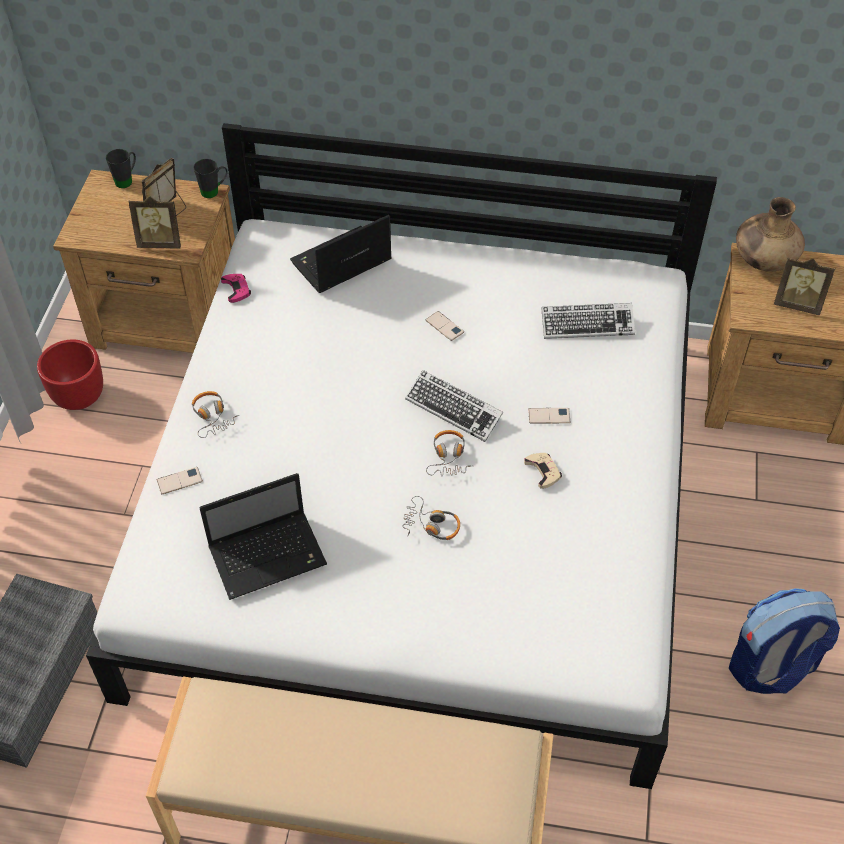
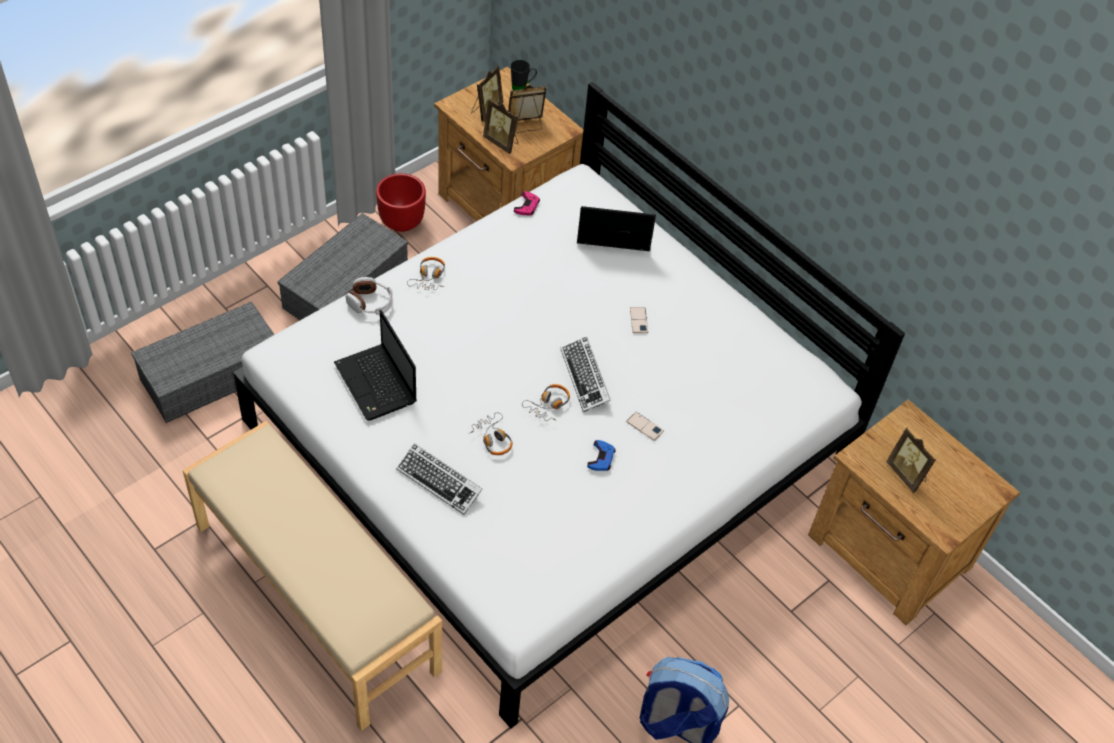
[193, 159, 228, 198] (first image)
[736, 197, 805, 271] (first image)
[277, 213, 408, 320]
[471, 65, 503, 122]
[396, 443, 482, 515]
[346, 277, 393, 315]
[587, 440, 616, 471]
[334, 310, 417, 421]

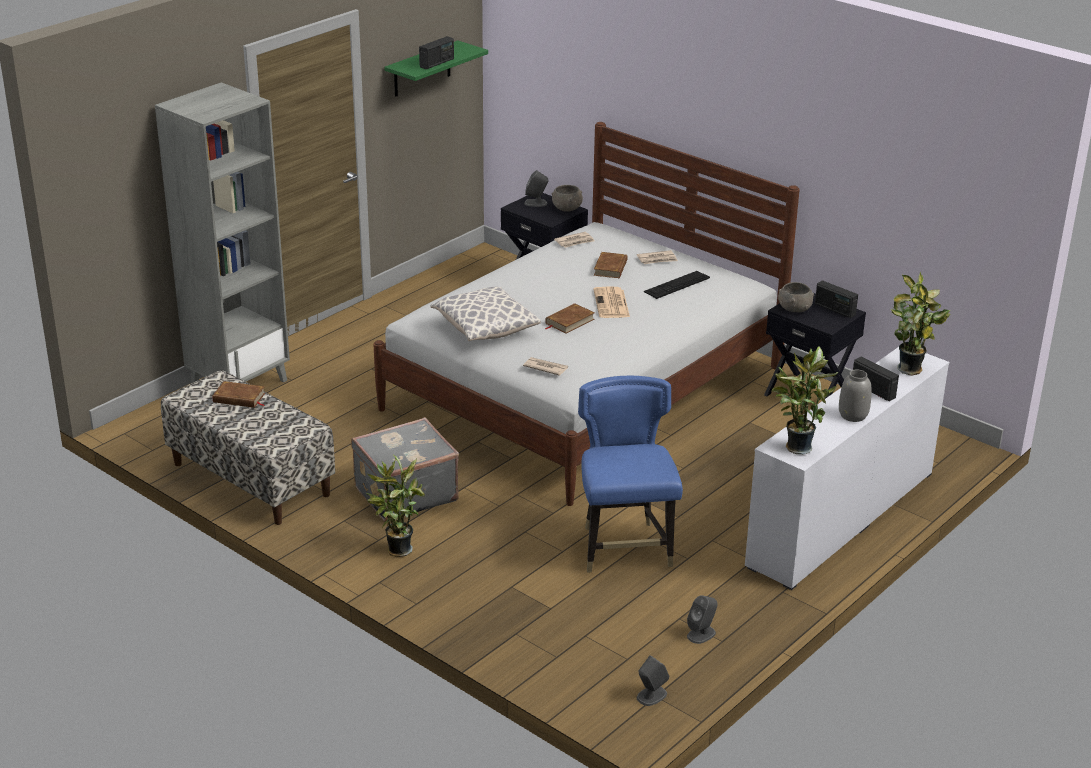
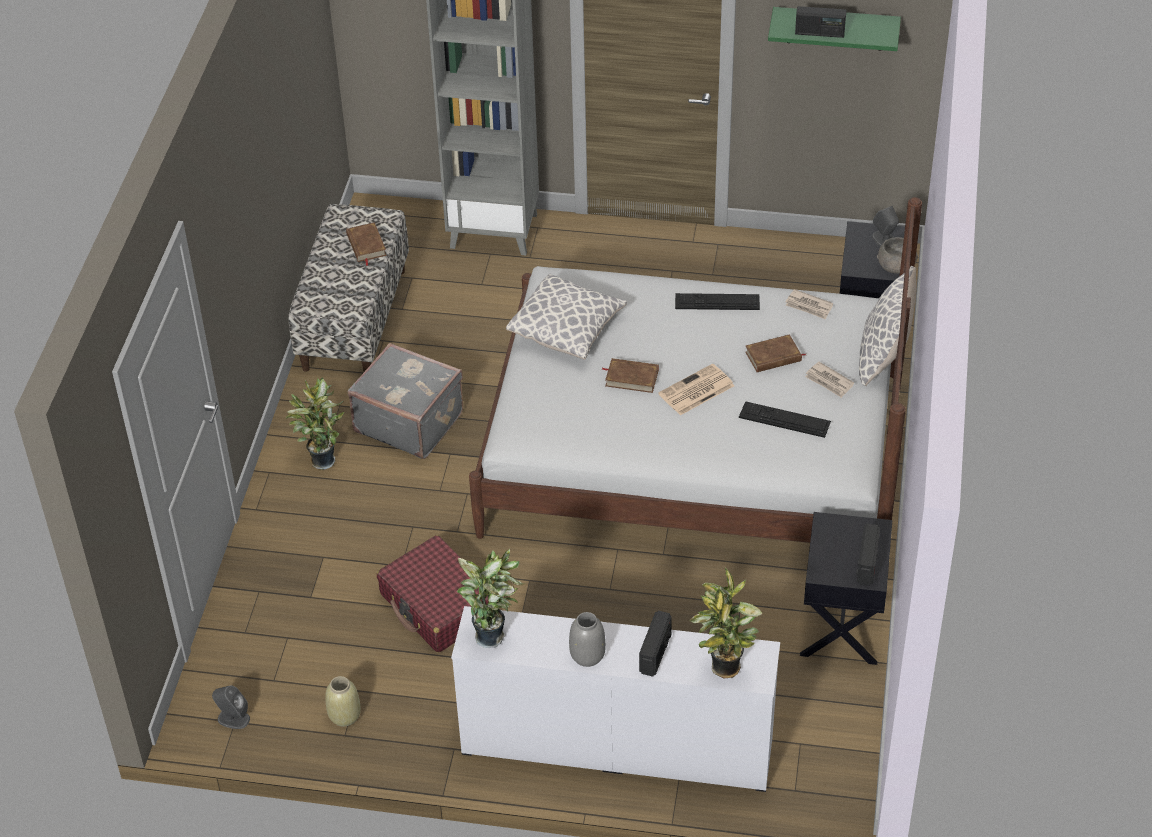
[523, 357, 568, 376] (first image)
[778, 282, 814, 312] (first image)
[675, 293, 760, 310]
[859, 266, 916, 386]
[377, 535, 498, 653]
[325, 676, 361, 727]

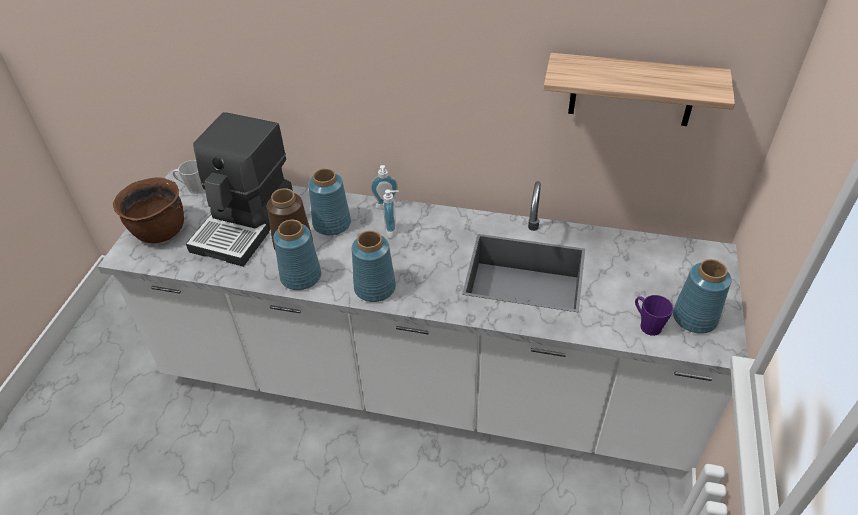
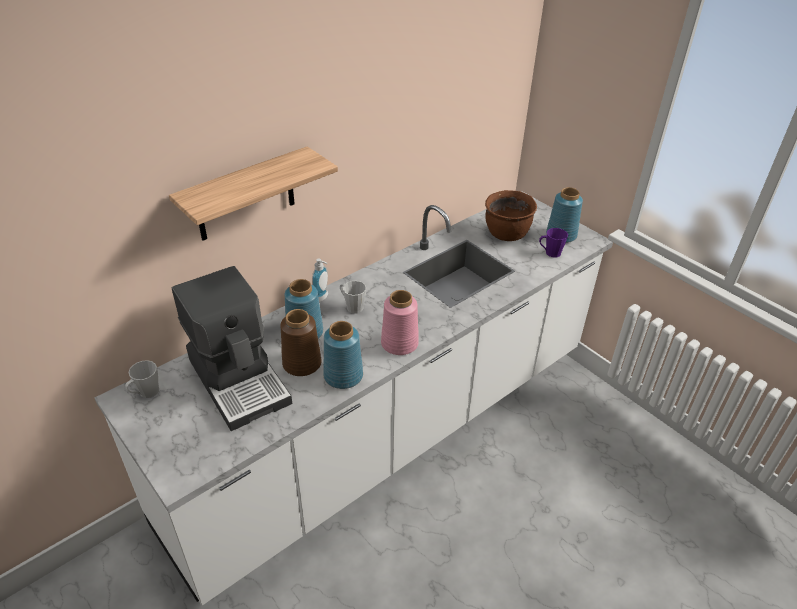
[485, 190, 537, 241]
[169, 147, 338, 240]
[340, 281, 366, 314]
[381, 290, 419, 355]

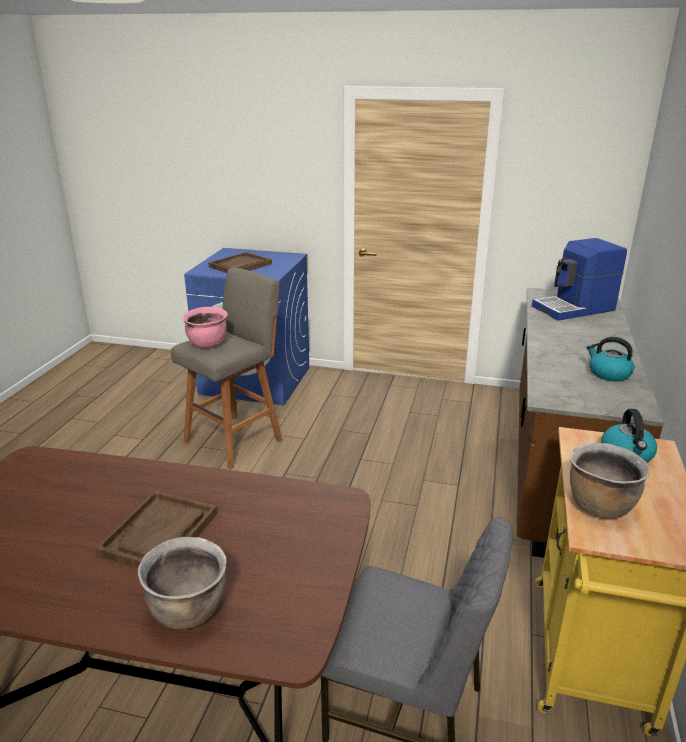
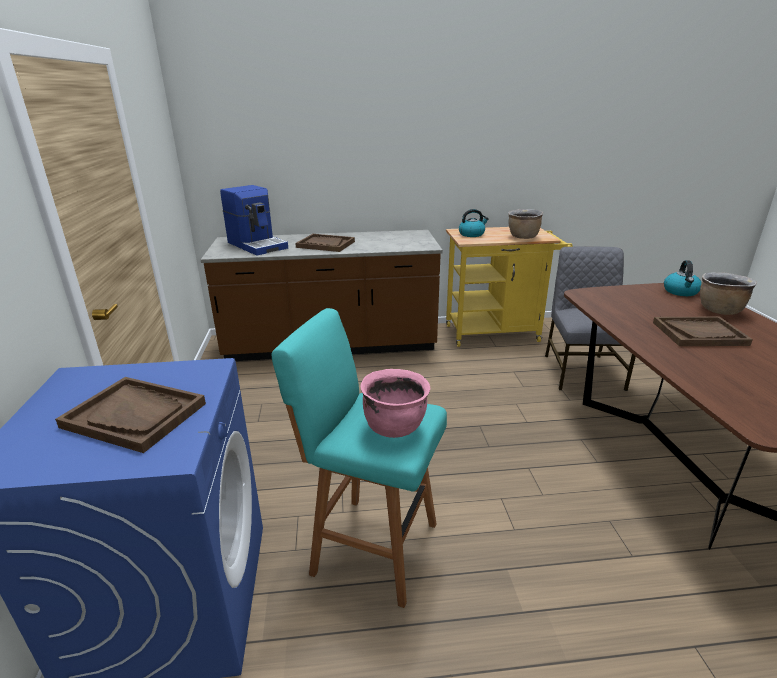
[295, 234, 355, 252]
[664, 260, 702, 296]
[271, 308, 447, 608]

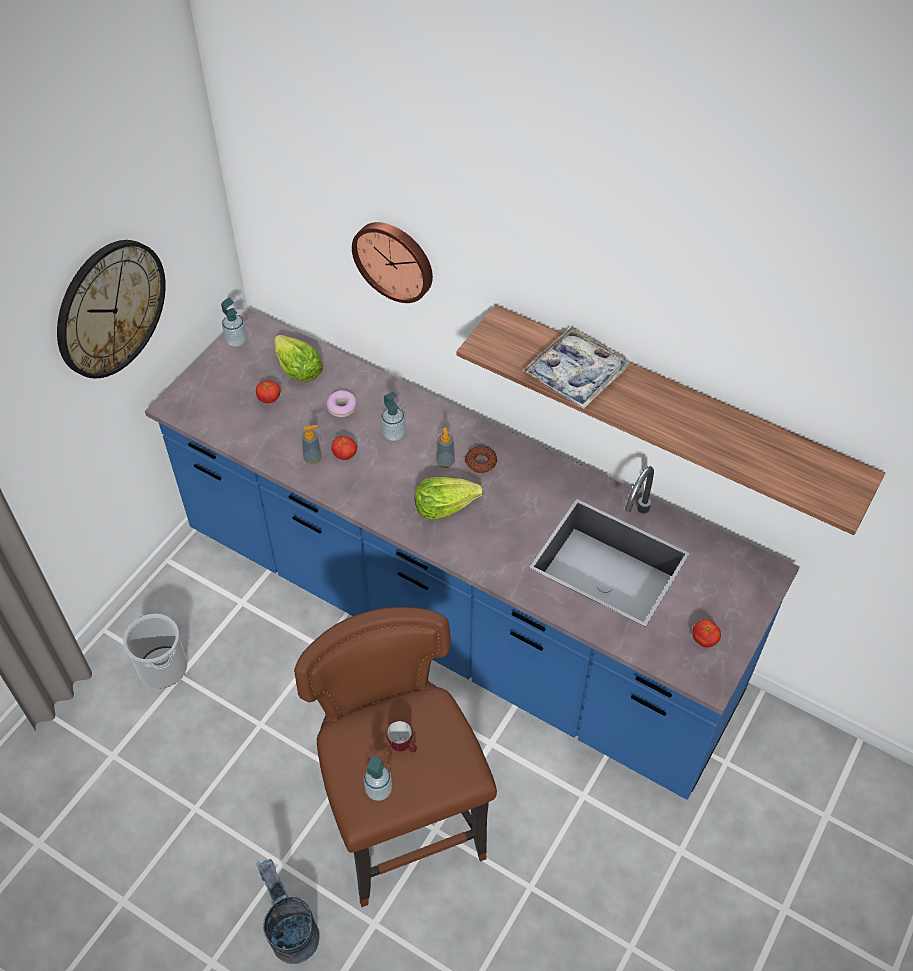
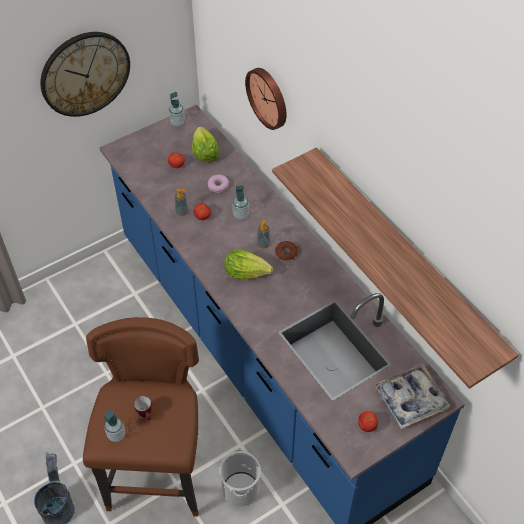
[219, 449, 261, 507]
[374, 364, 450, 429]

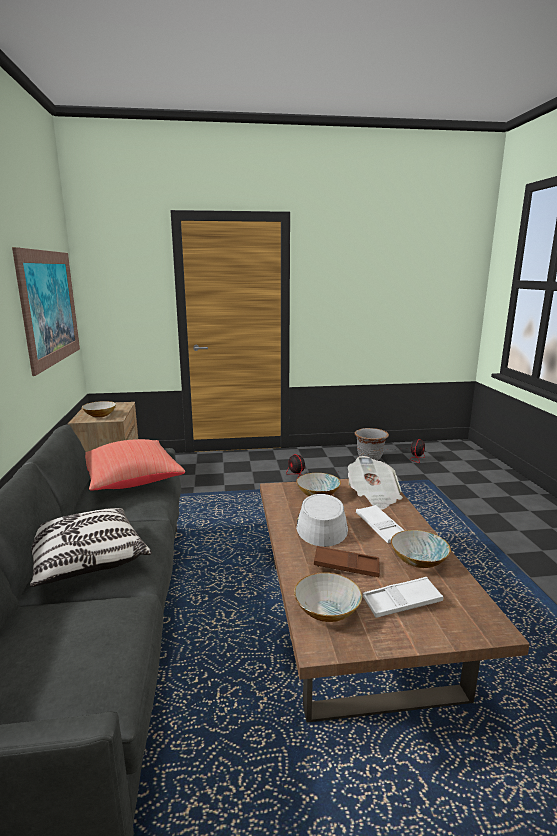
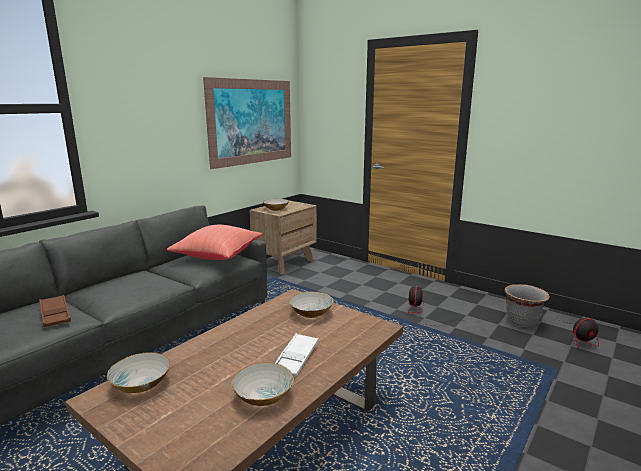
[30, 508, 152, 587] (first image)
[296, 494, 348, 547] (first image)
[348, 456, 403, 510] (first image)
[363, 577, 443, 618] (first image)
[39, 295, 71, 327]

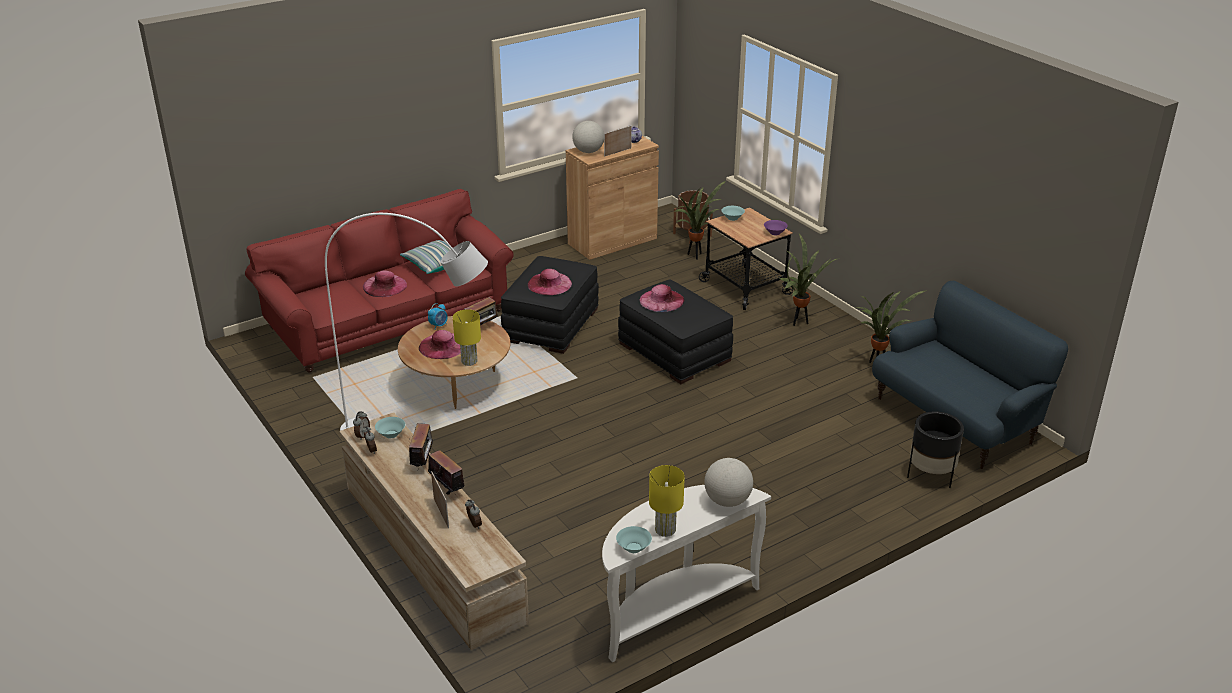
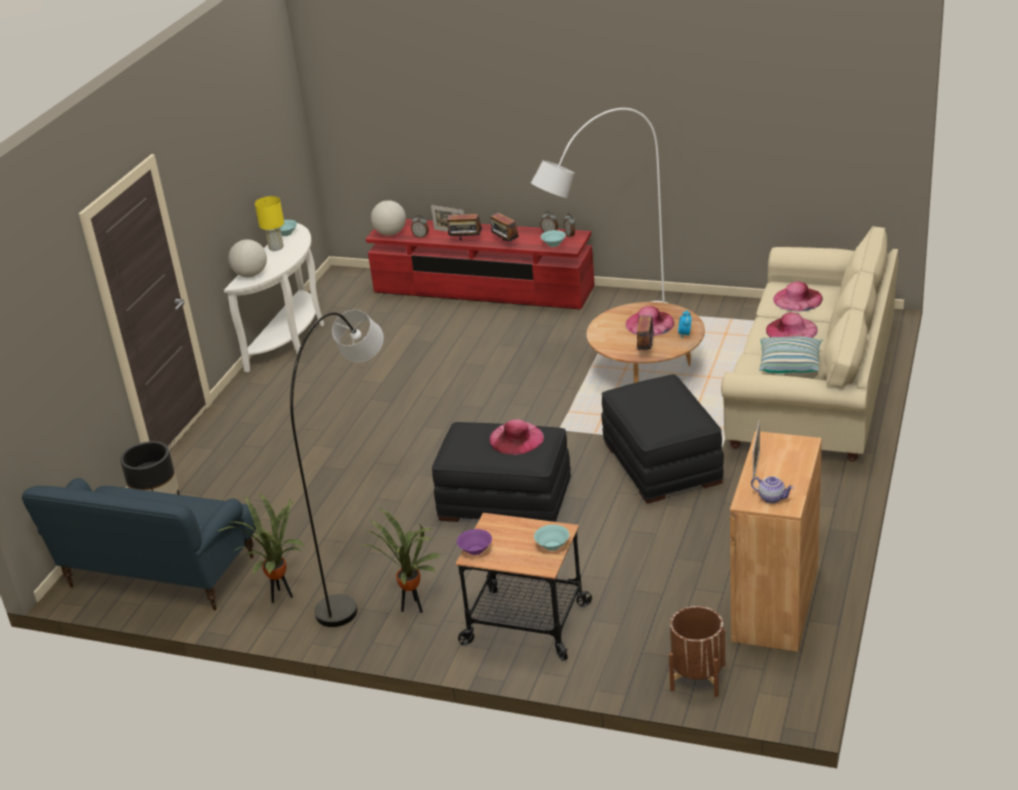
[453, 309, 481, 366] (first image)
[674, 181, 726, 260] (first image)
[290, 310, 384, 627]
[773, 281, 823, 311]
[371, 200, 406, 236]
[721, 226, 898, 462]
[366, 219, 595, 309]

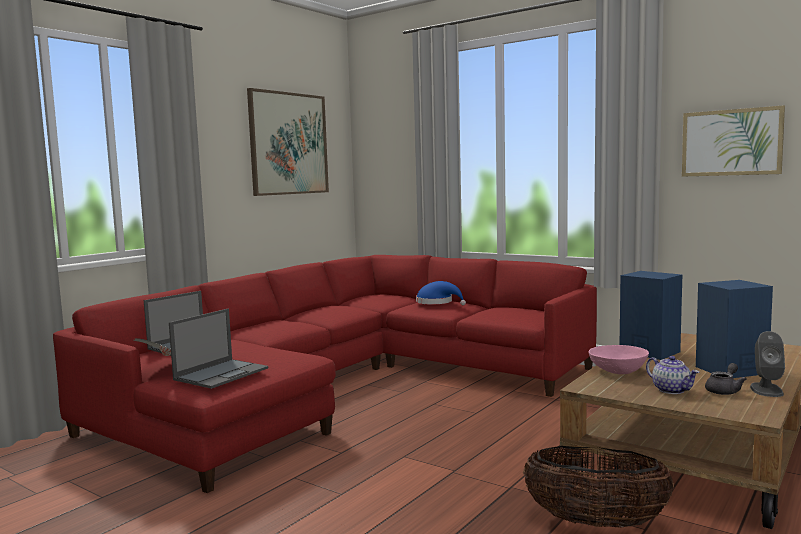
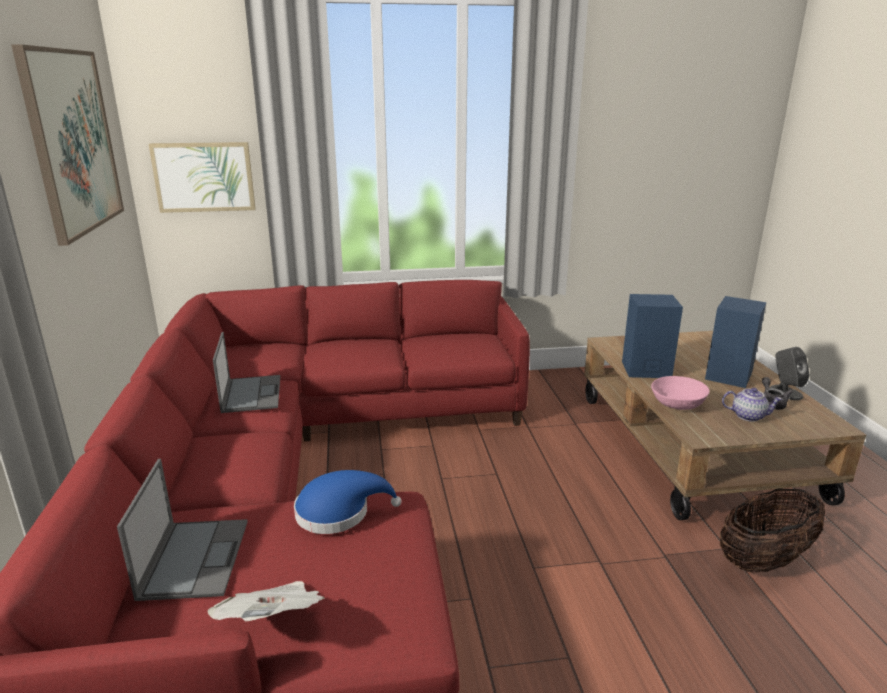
[213, 332, 280, 413]
[294, 470, 402, 534]
[149, 142, 256, 213]

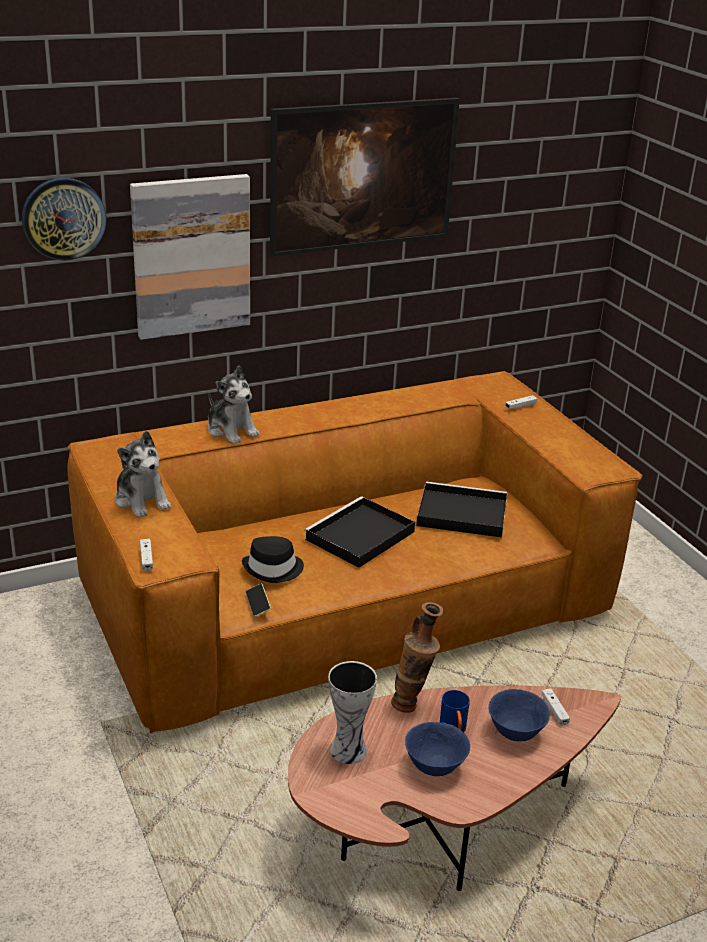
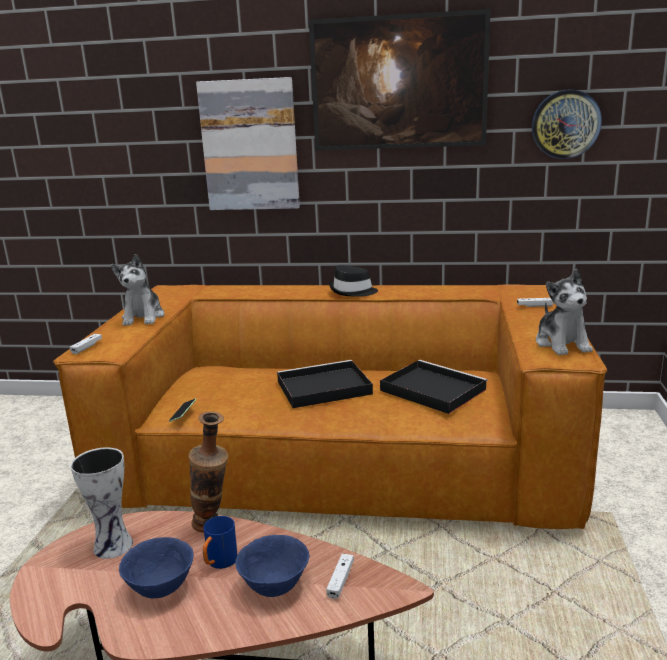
[532, 89, 602, 159]
[536, 269, 593, 355]
[329, 265, 378, 296]

